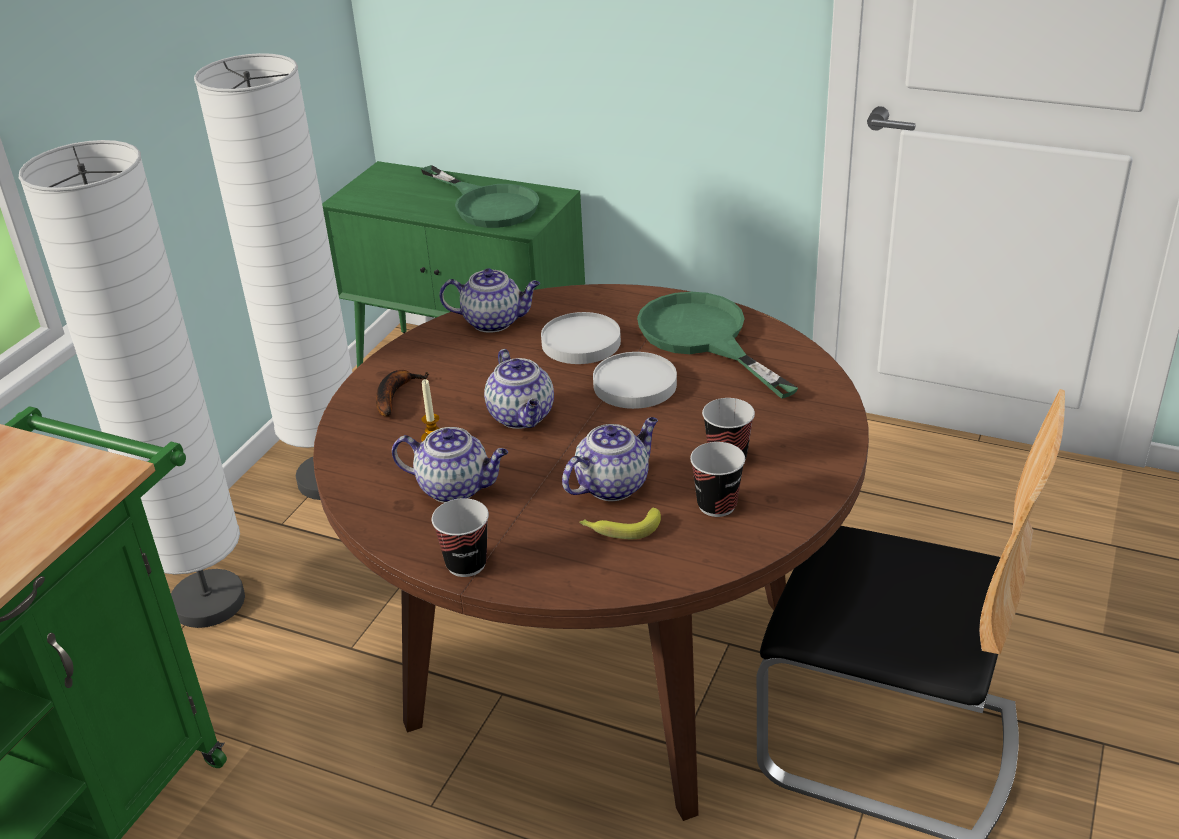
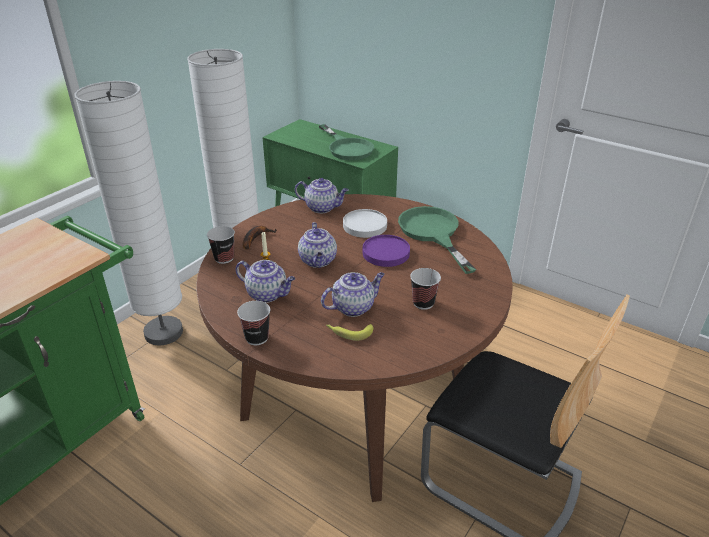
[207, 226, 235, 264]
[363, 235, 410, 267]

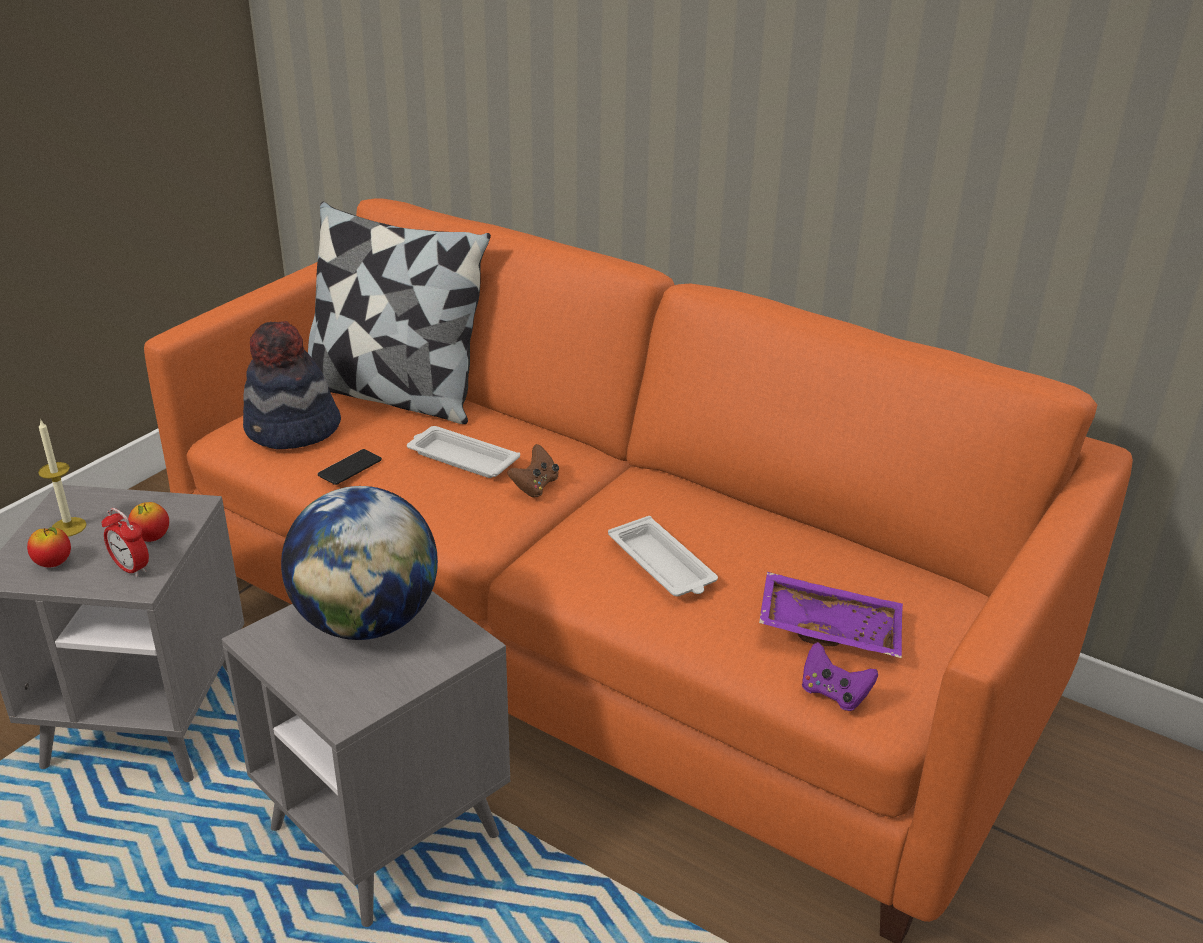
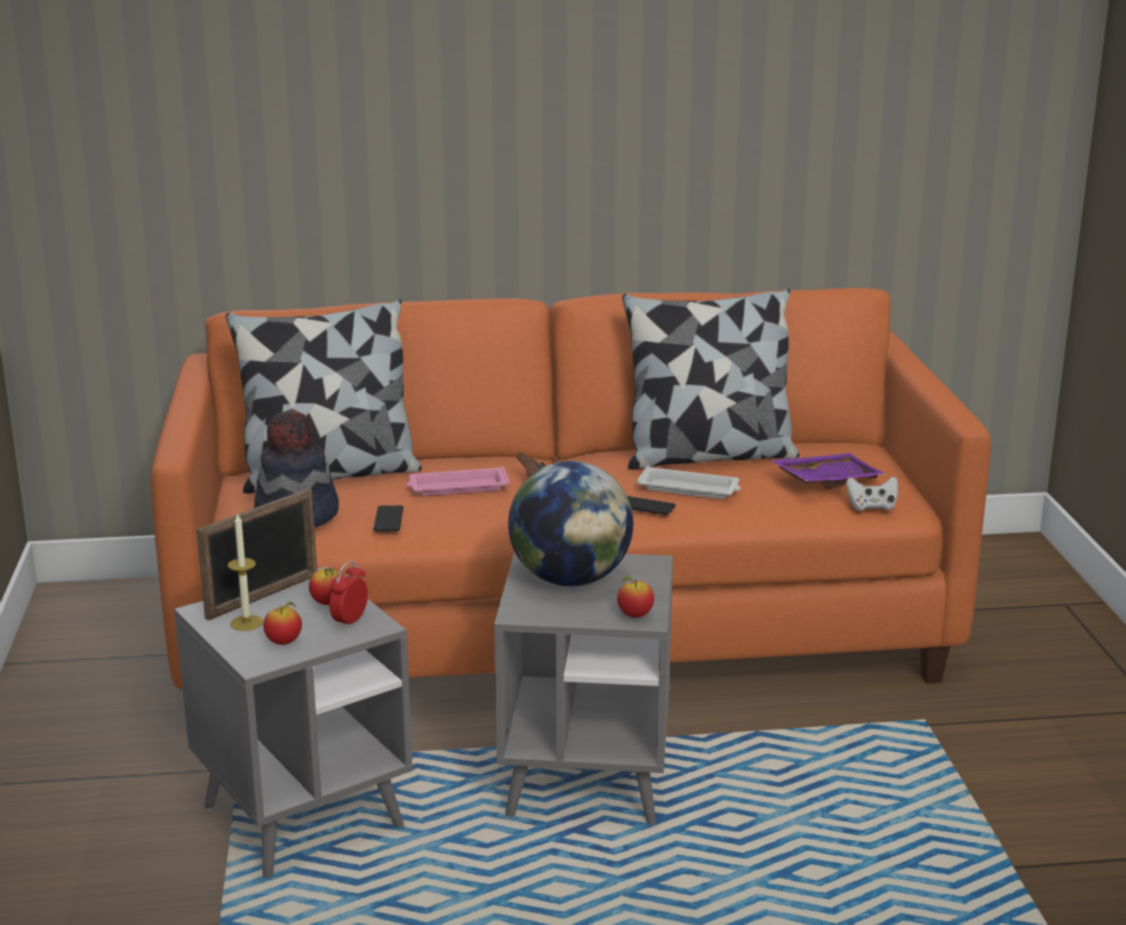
[196, 488, 317, 621]
[617, 576, 654, 618]
[622, 289, 799, 470]
[627, 496, 676, 515]
[406, 466, 510, 496]
[846, 477, 898, 511]
[329, 561, 368, 629]

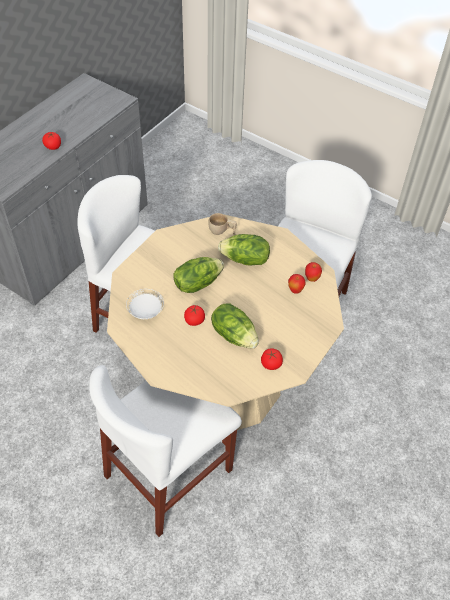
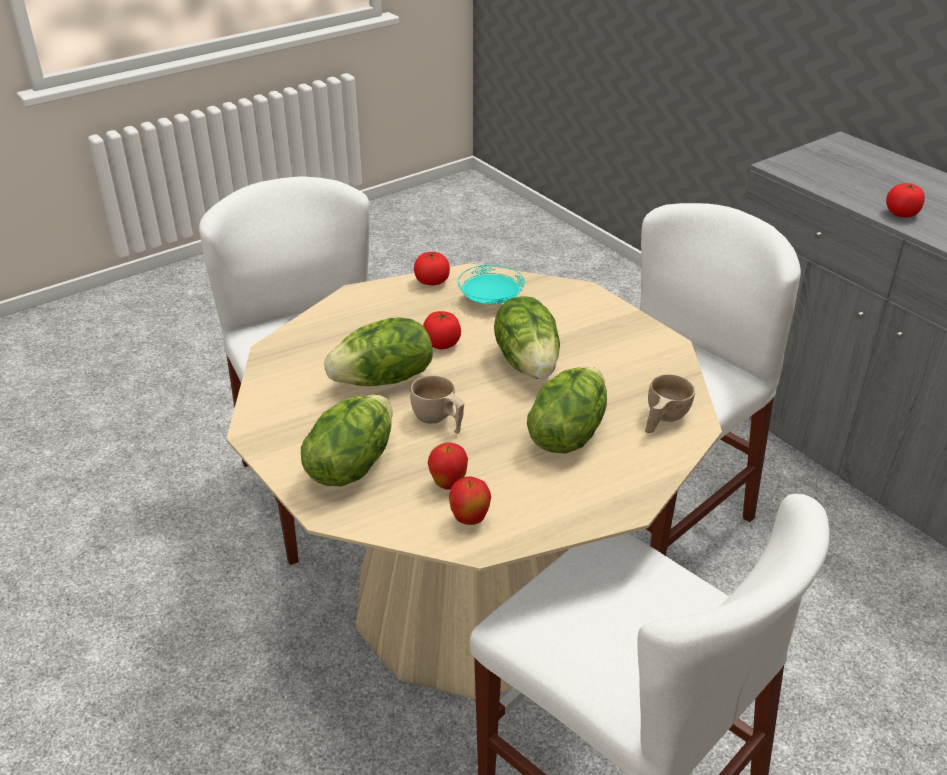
[301, 395, 393, 486]
[410, 375, 464, 434]
[414, 251, 450, 285]
[458, 265, 525, 304]

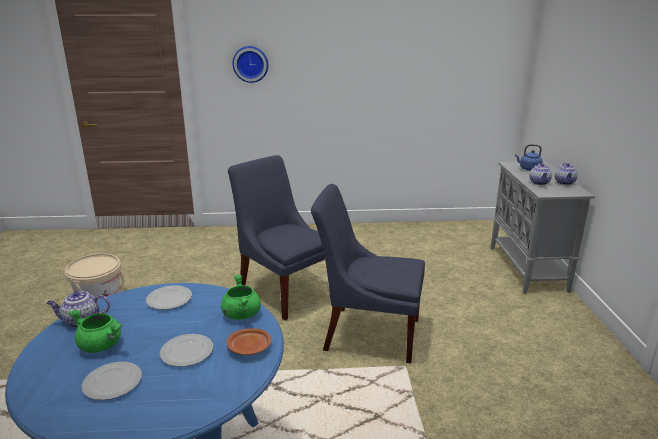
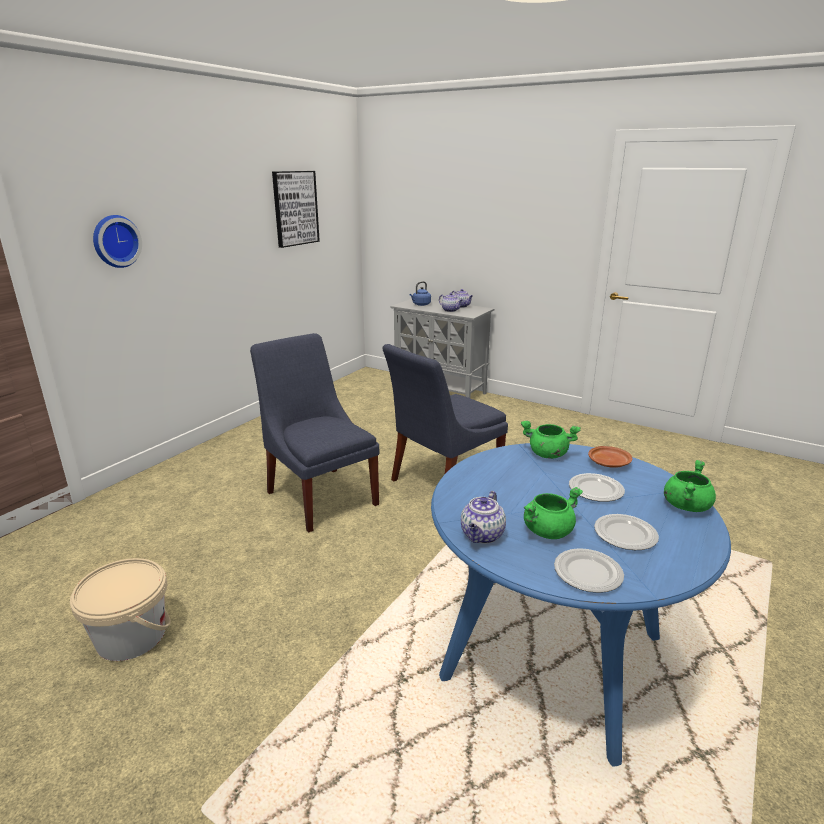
[272, 171, 320, 248]
[664, 460, 716, 512]
[554, 548, 624, 593]
[250, 333, 380, 532]

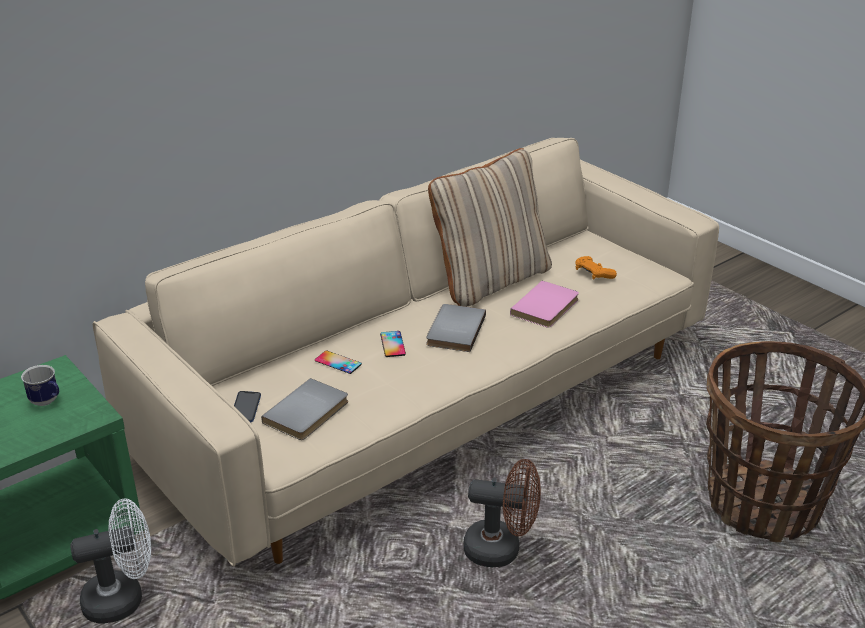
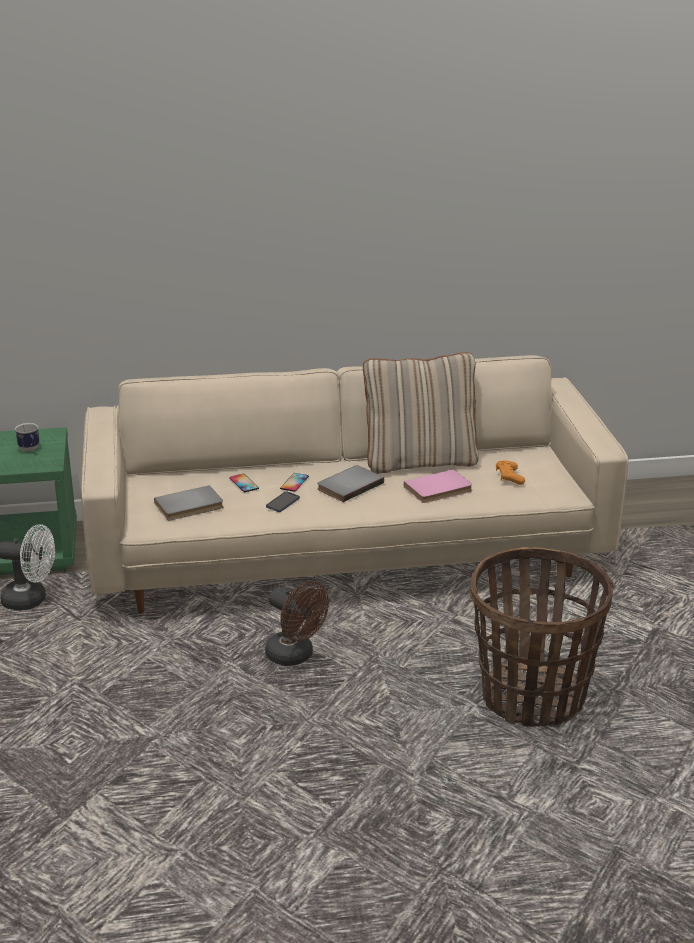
[266, 491, 300, 512]

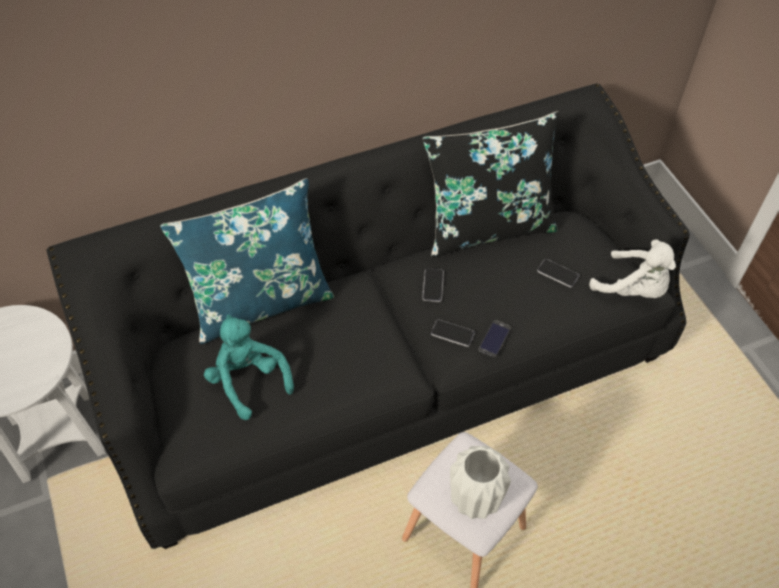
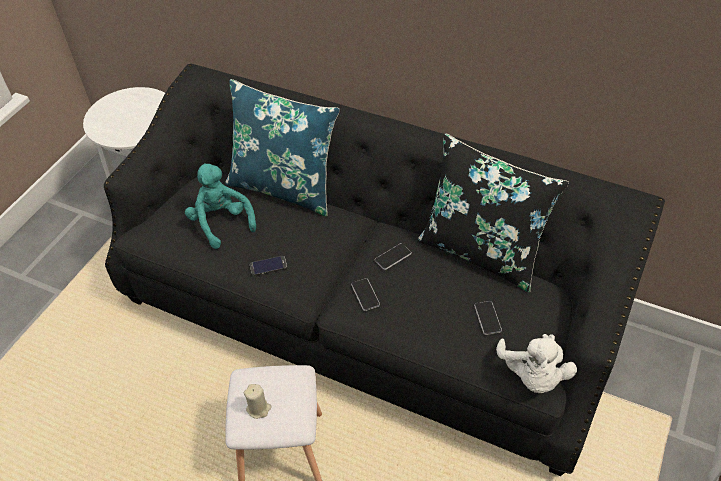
[250, 256, 287, 276]
[244, 384, 272, 419]
[185, 163, 256, 249]

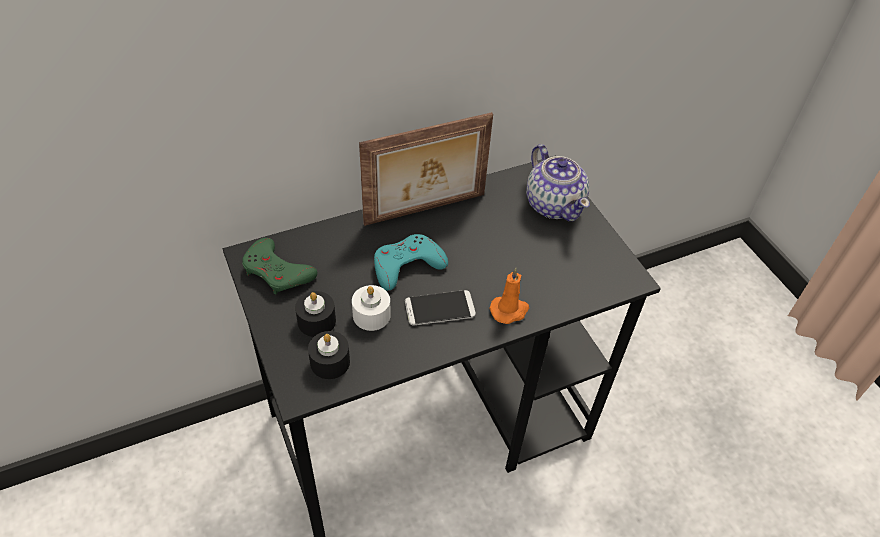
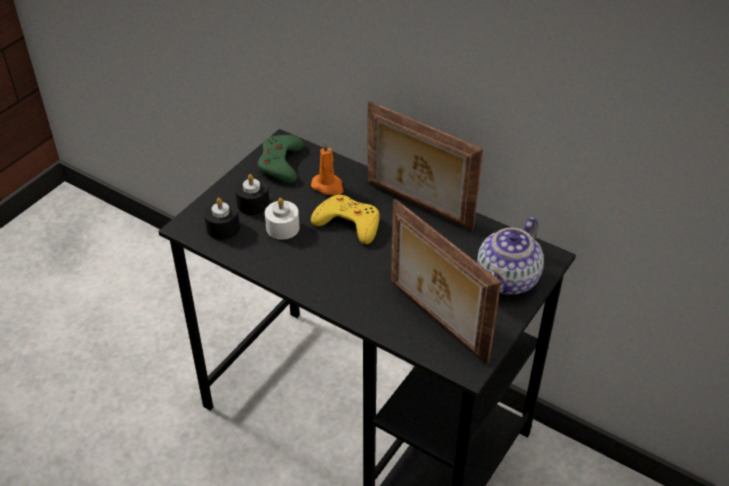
[405, 290, 476, 326] (first image)
[391, 199, 501, 364]
[311, 141, 343, 195]
[311, 195, 380, 244]

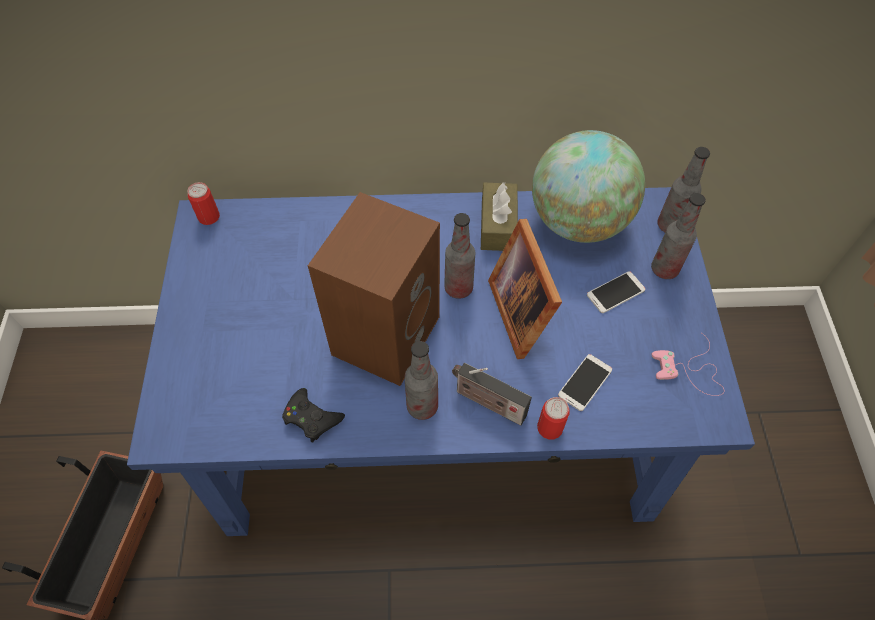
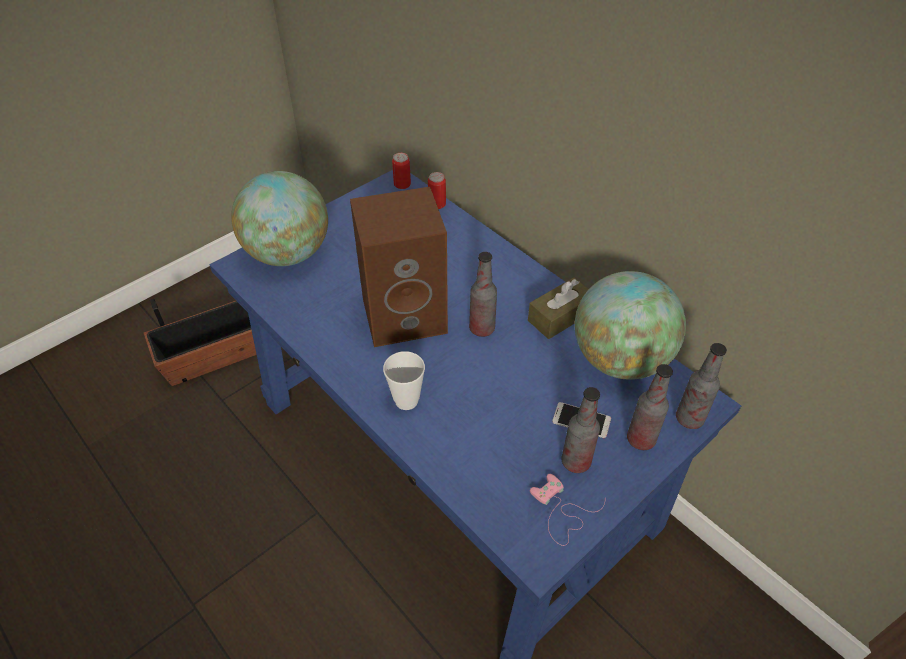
[282, 388, 345, 443] (first image)
[488, 219, 562, 359] (first image)
[558, 354, 612, 411] (first image)
[231, 171, 328, 266]
[562, 387, 600, 473]
[428, 172, 446, 209]
[383, 351, 425, 410]

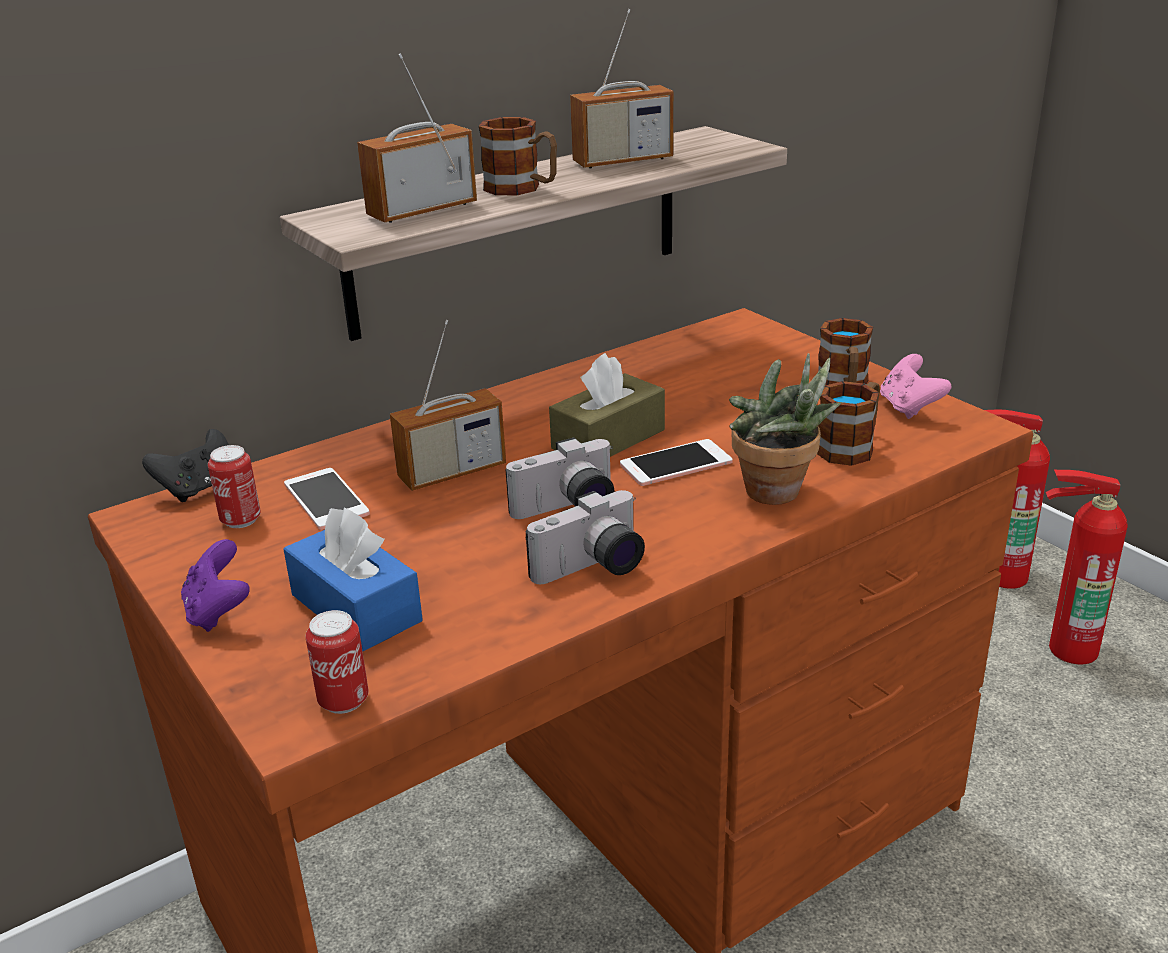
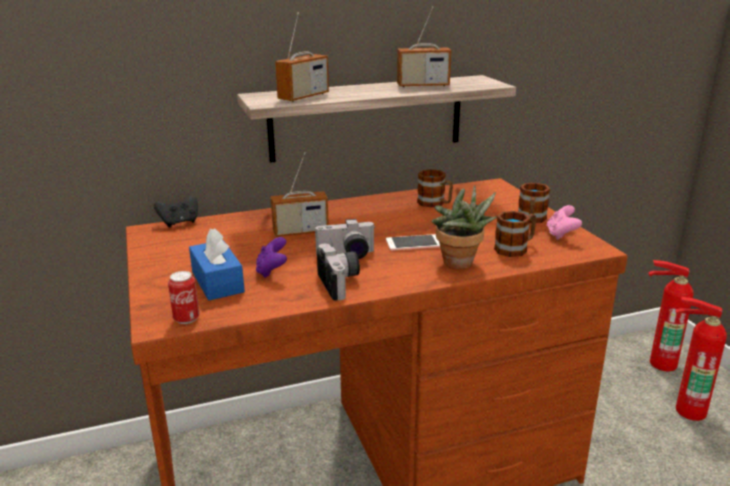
[208, 445, 261, 528] (first image)
[284, 468, 370, 530] (first image)
[549, 353, 665, 457] (first image)
[256, 237, 287, 278]
[417, 169, 453, 208]
[275, 12, 329, 102]
[317, 244, 360, 301]

